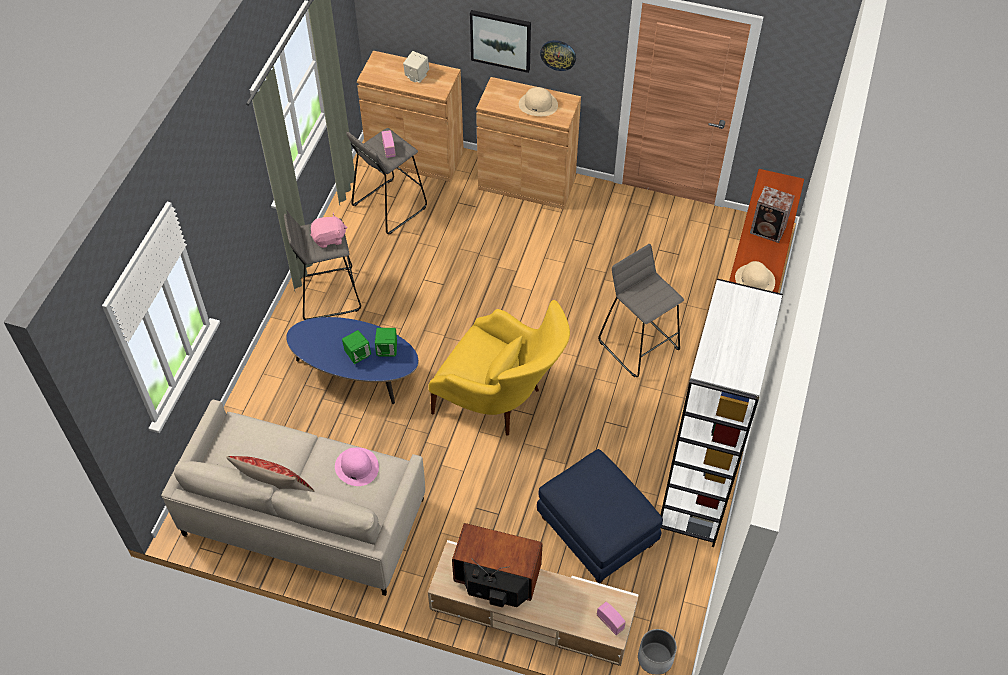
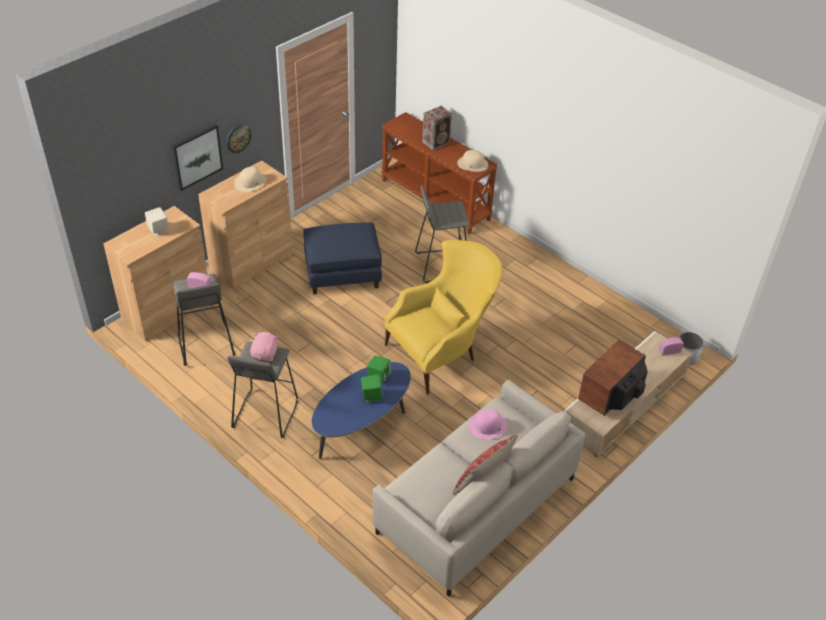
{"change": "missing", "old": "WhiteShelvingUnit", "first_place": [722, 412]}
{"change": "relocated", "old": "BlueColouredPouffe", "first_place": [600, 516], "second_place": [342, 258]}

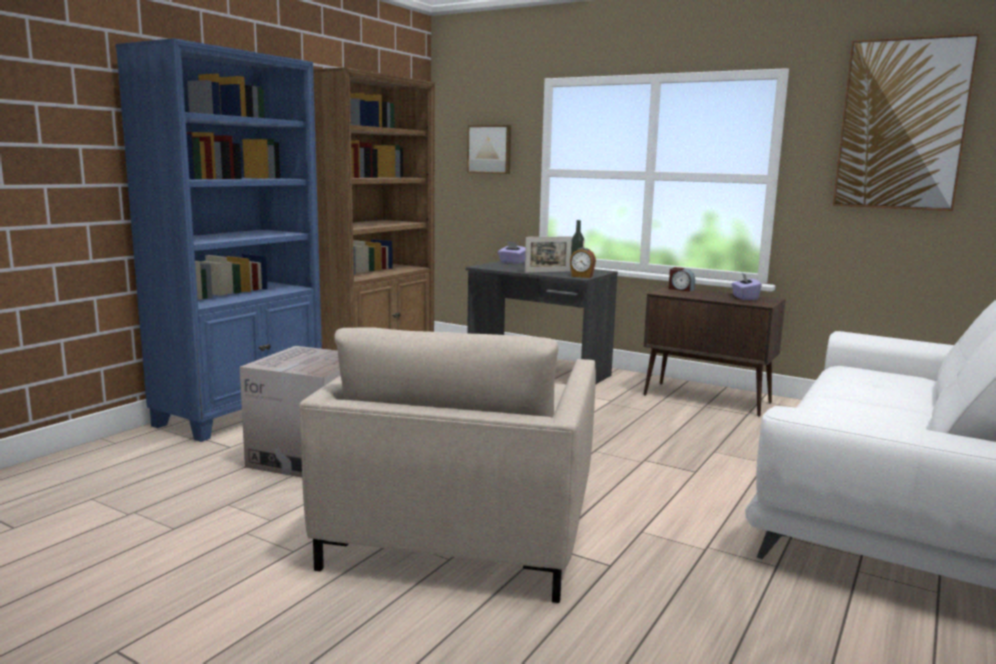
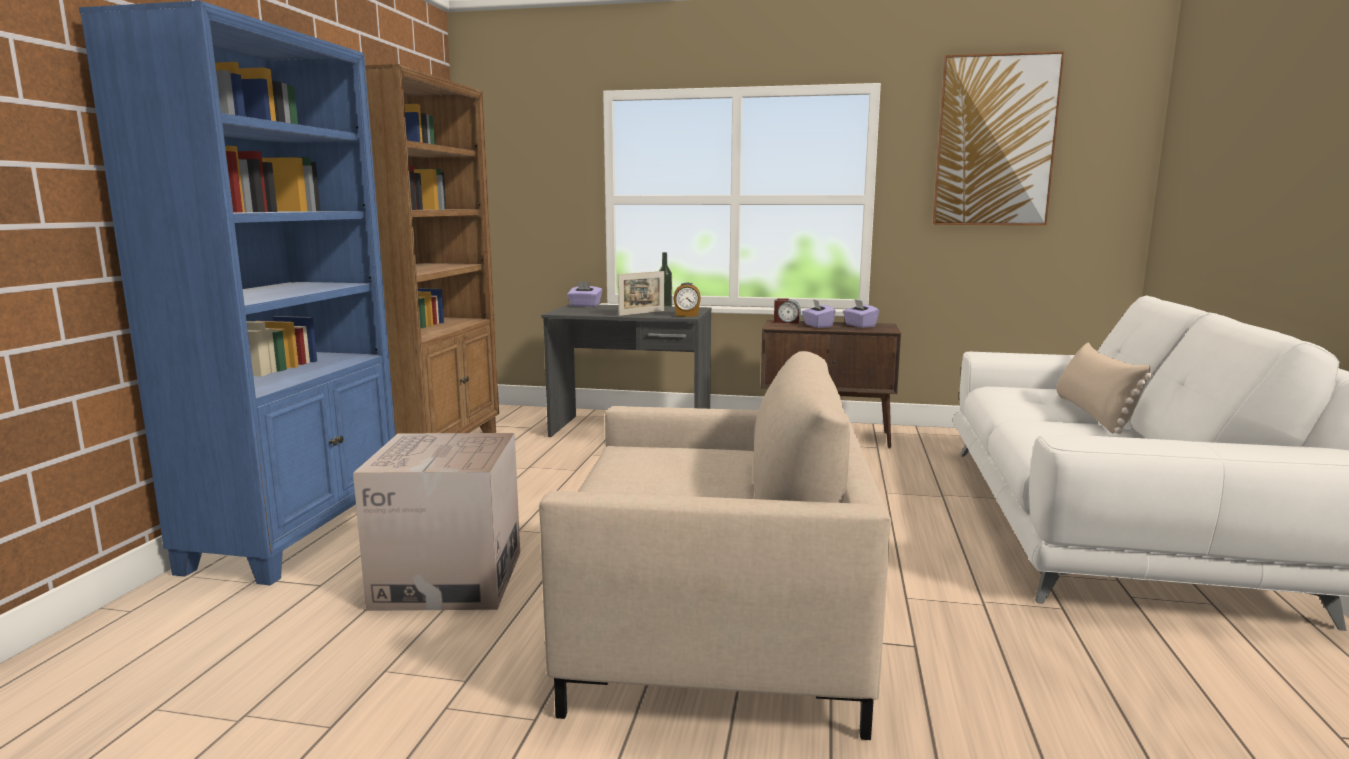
{"change": "missing", "old": "WallArt", "first_place": [489, 149]}
{"change": "appeared", "new": "PurpleColouredBoxOfTissues", "second_place": [819, 313]}
{"change": "appeared", "new": "BeigeCushion", "second_place": [1104, 388]}
{"change": "spun", "old": "BeigeArmchair", "first_place": [447, 465], "second_place": [715, 545], "degrees": -75}

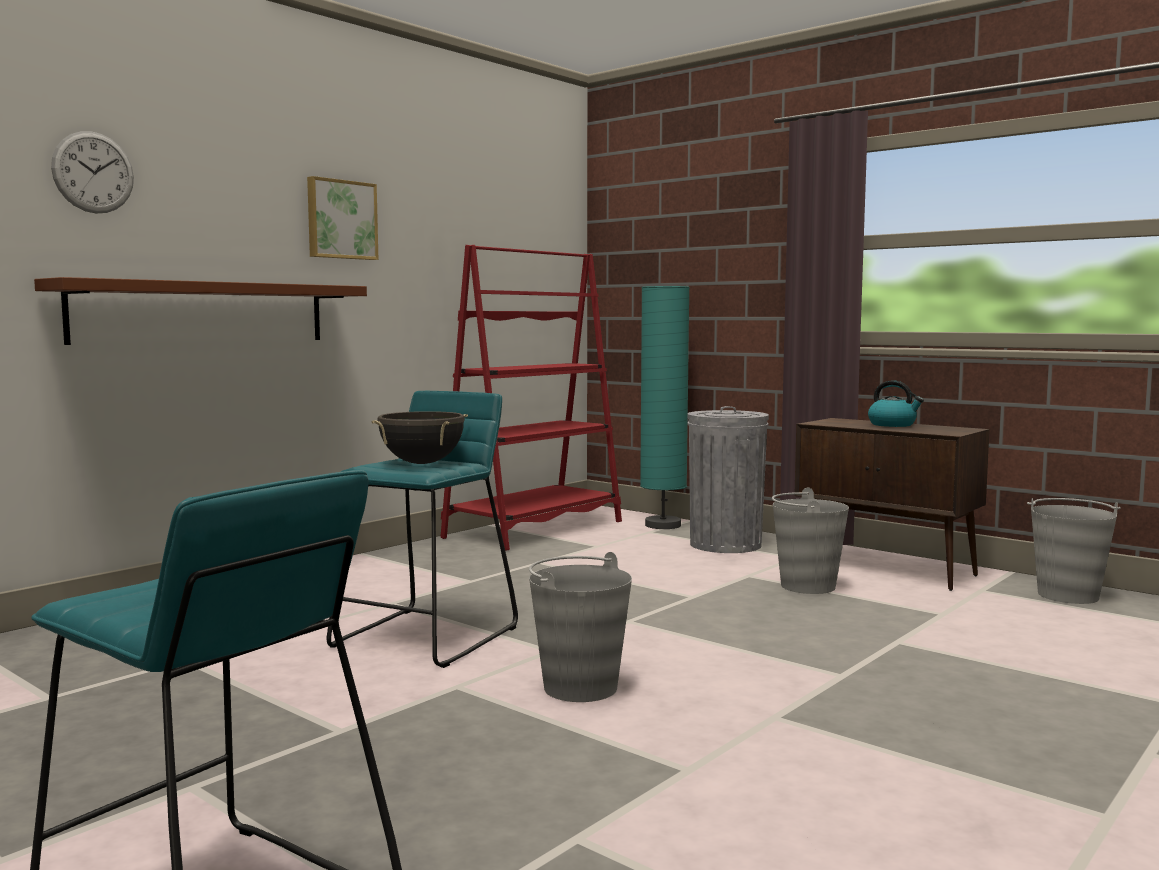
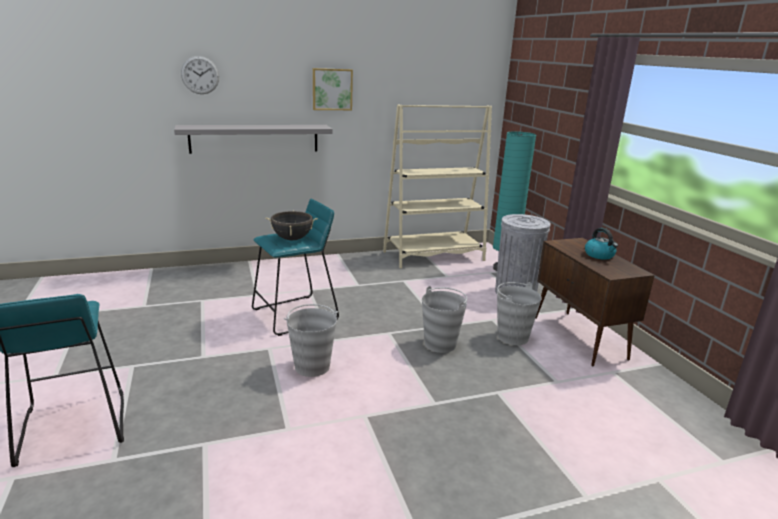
{"change": "relocated", "old": "GreyishPail", "first_place": [1074, 551], "second_place": [444, 319]}
{"change": "colour", "old": "BrownShelf", "new": "GreyishShelf", "first_place": [200, 311], "second_place": [253, 139]}
{"change": "colour", "old": "RedColouredShelvingUnit", "new": "BeigeShelvingUnit", "first_place": [531, 398], "second_place": [437, 186]}

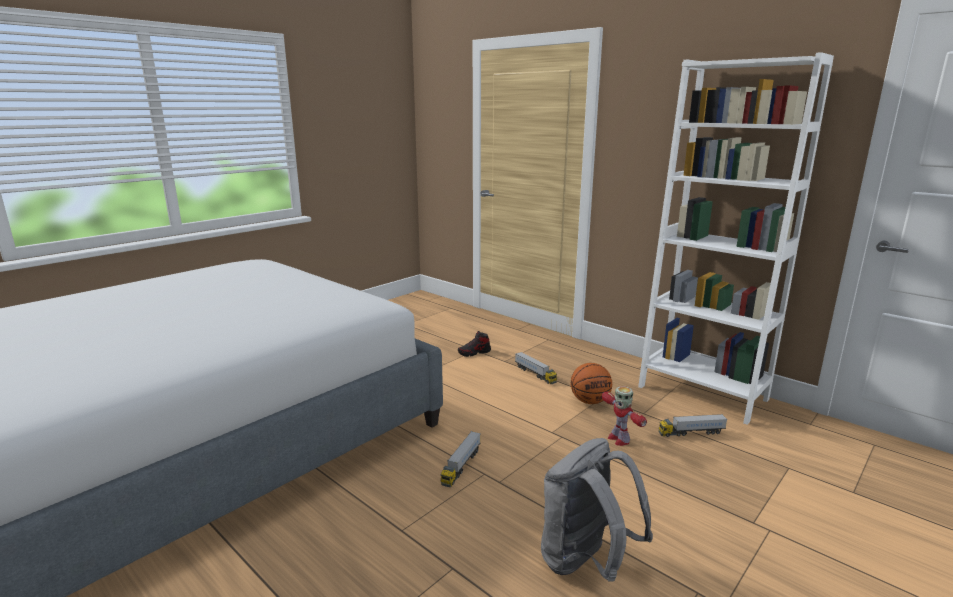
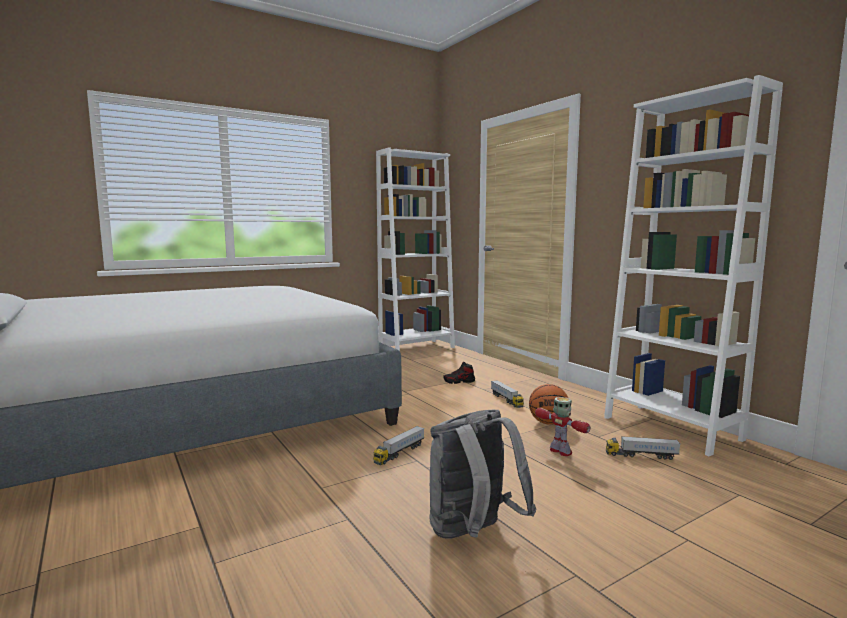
{"change": "appeared", "new": "WhiteShelvingUnit", "second_place": [415, 249]}
{"change": "spun", "old": "RobotFigure", "first_place": [624, 416], "second_place": [562, 426], "degrees": 150}

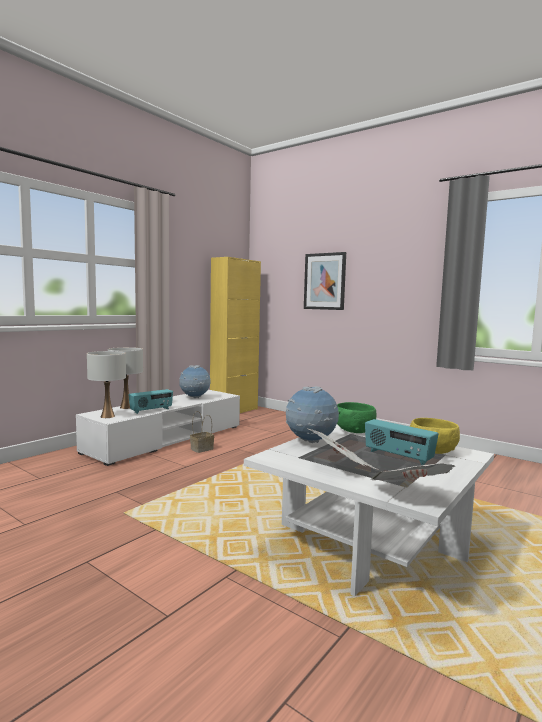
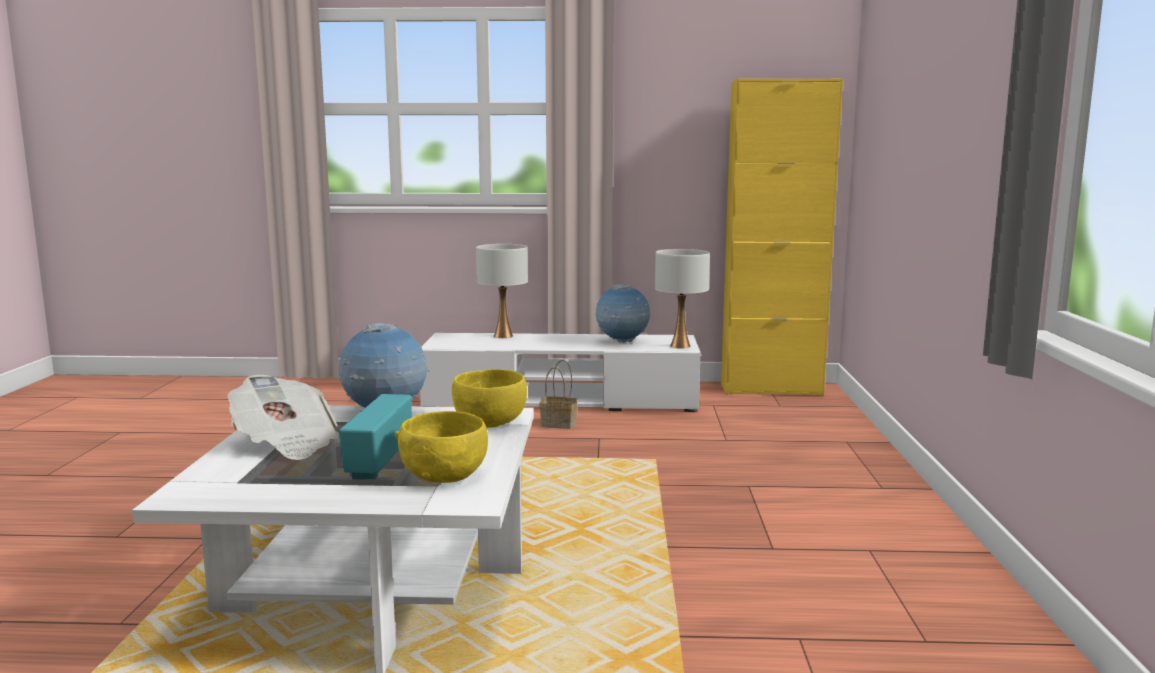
{"change": "missing", "old": "Radio", "first_place": [150, 401]}
{"change": "missing", "old": "WallArt", "first_place": [325, 281]}
{"change": "missing", "old": "Newspaper", "first_place": [413, 472]}
{"change": "relocated", "old": "WhiteTabletopLamp", "first_place": [106, 384], "second_place": [682, 299]}
{"change": "colour", "old": "GreenColouredBowl", "new": "YellowishBowl", "first_place": [356, 417], "second_place": [489, 398]}

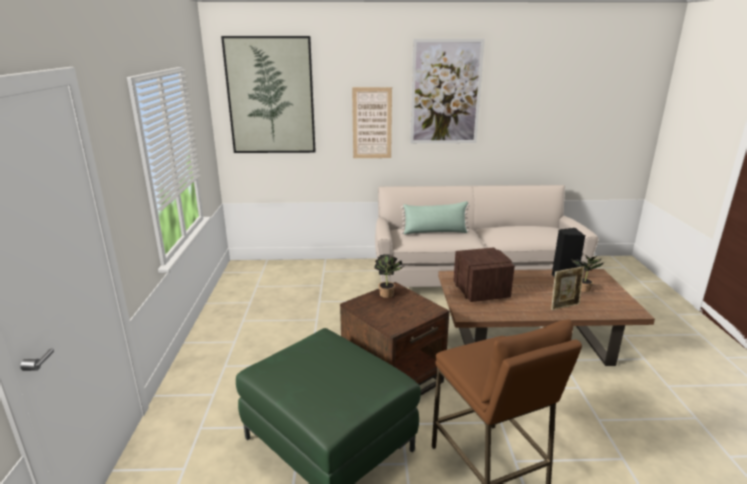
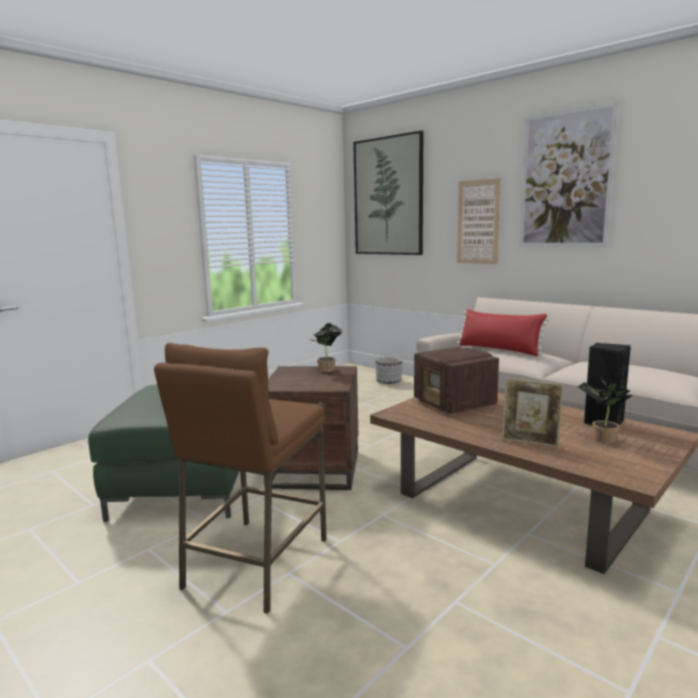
{"change": "appeared", "new": "PlantPot", "second_place": [388, 370]}
{"change": "colour", "old": "GreenColouredCushion", "new": "RedColouredCushion", "first_place": [435, 218], "second_place": [503, 332]}
{"change": "spun", "old": "Radio", "first_place": [484, 274], "second_place": [456, 380], "degrees": 120}

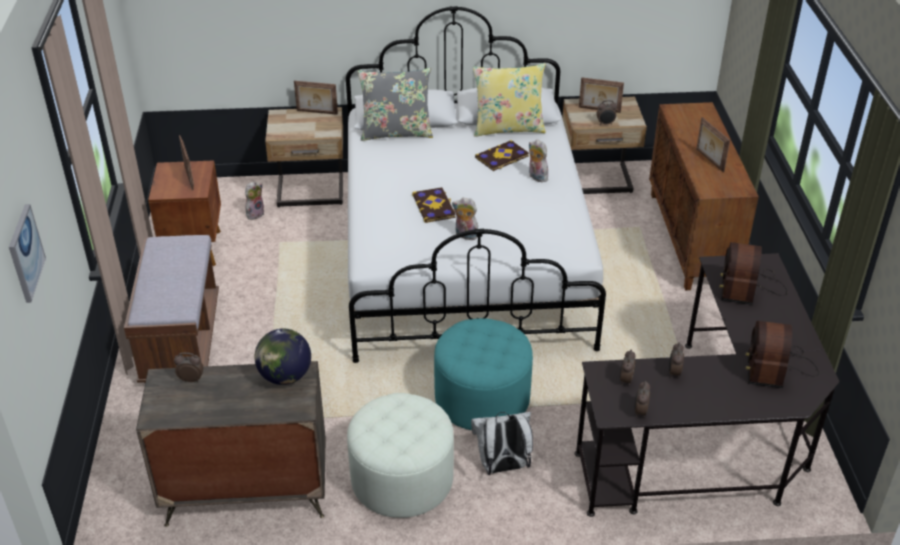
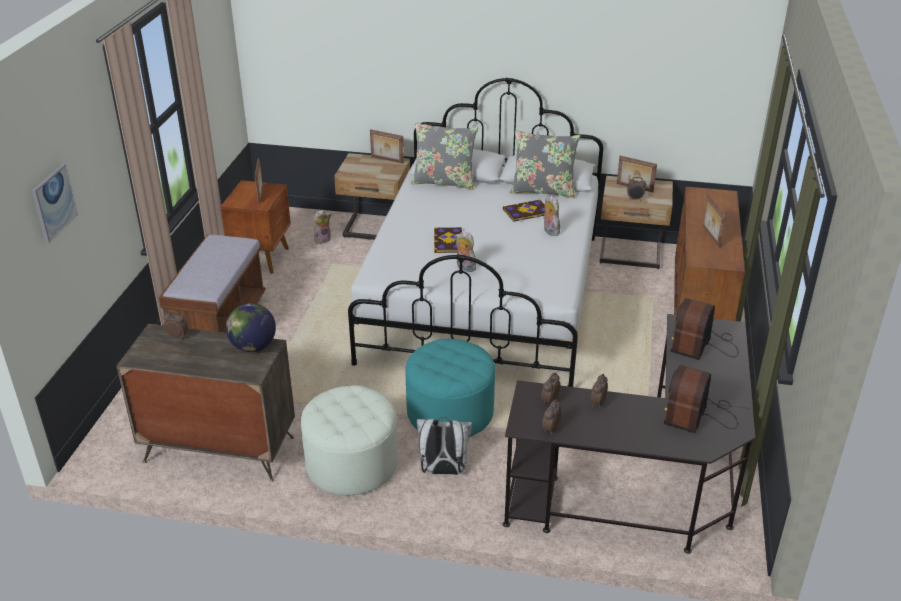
{"change": "colour", "old": "YellowishCushion", "new": "GreyishCushion", "first_place": [509, 100], "second_place": [545, 164]}

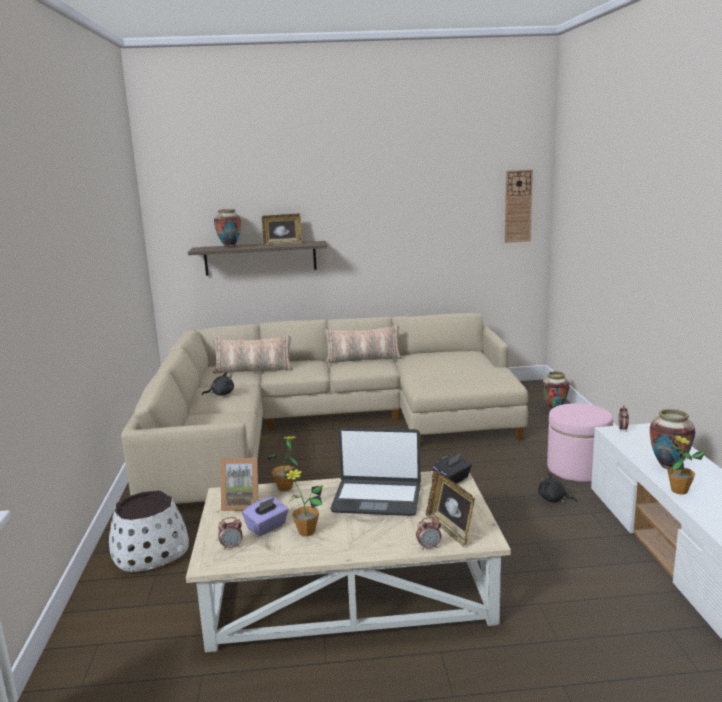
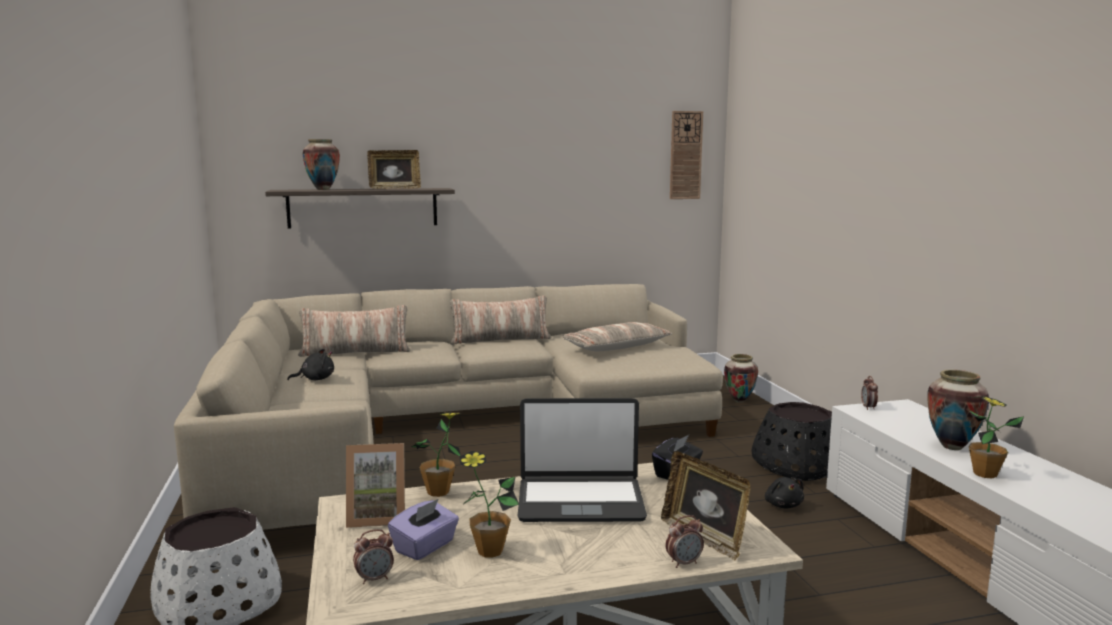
{"change": "appeared", "new": "Cushion", "second_place": [617, 336]}
{"change": "exchanged", "old": "PinkishPouffe", "new": "BlackColouredPlantPot", "first_place": [580, 442], "second_place": [791, 441]}
{"change": "spun", "old": "BlackColouredPlushToy", "first_place": [557, 487], "second_place": [784, 493], "degrees": -120}

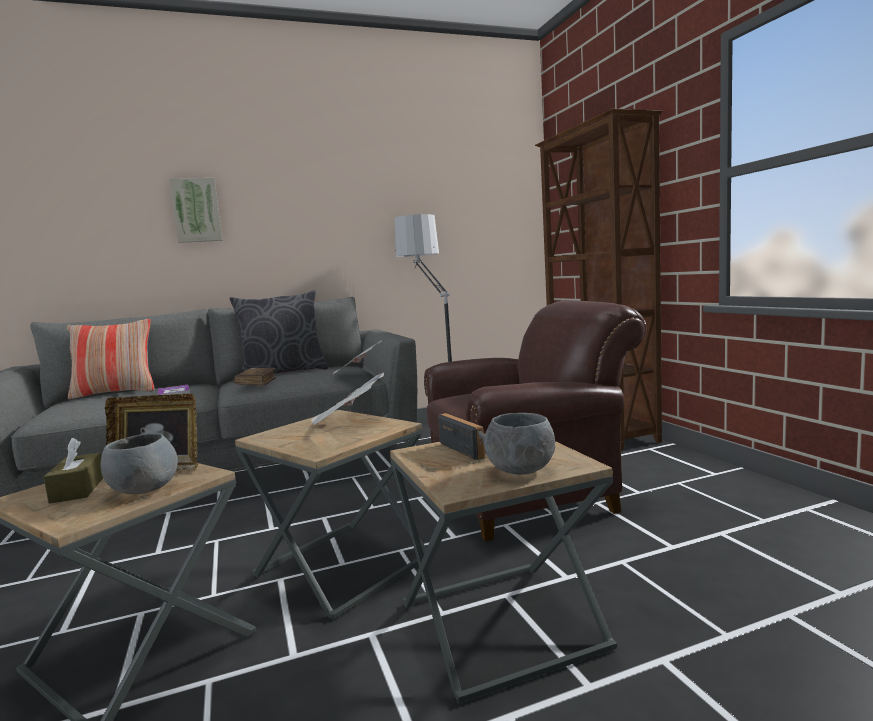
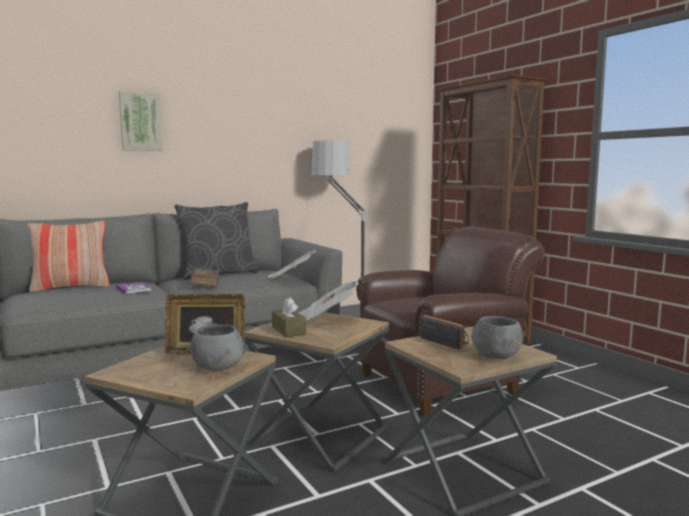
{"change": "relocated", "old": "BrownBoxOfTissues", "first_place": [73, 471], "second_place": [289, 317]}

